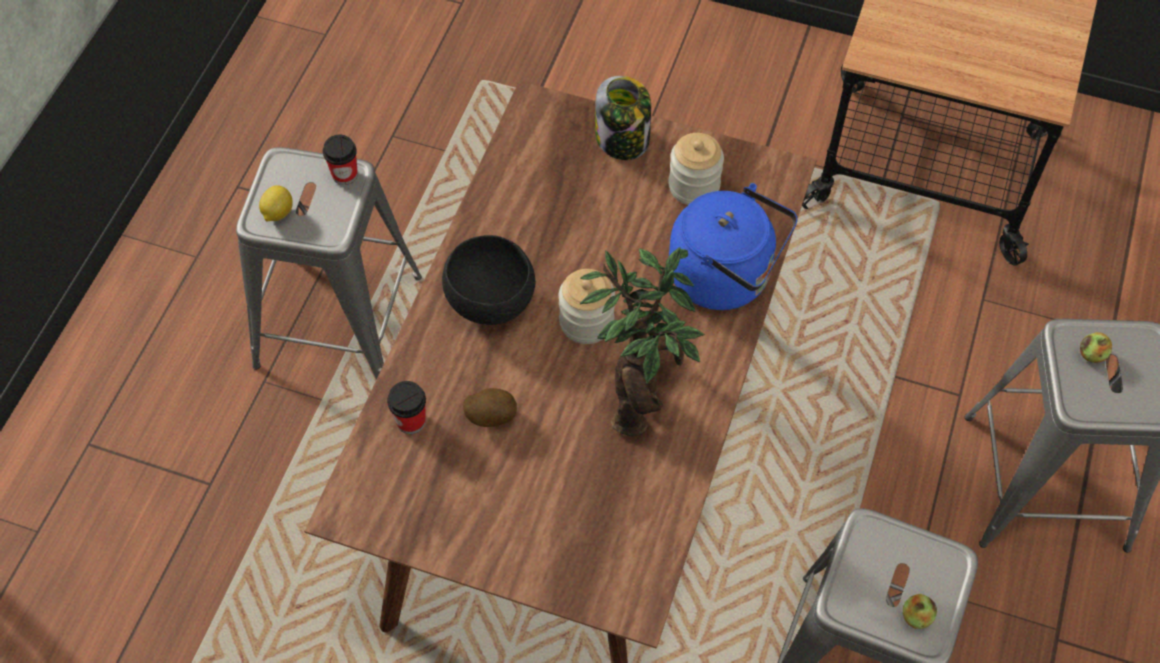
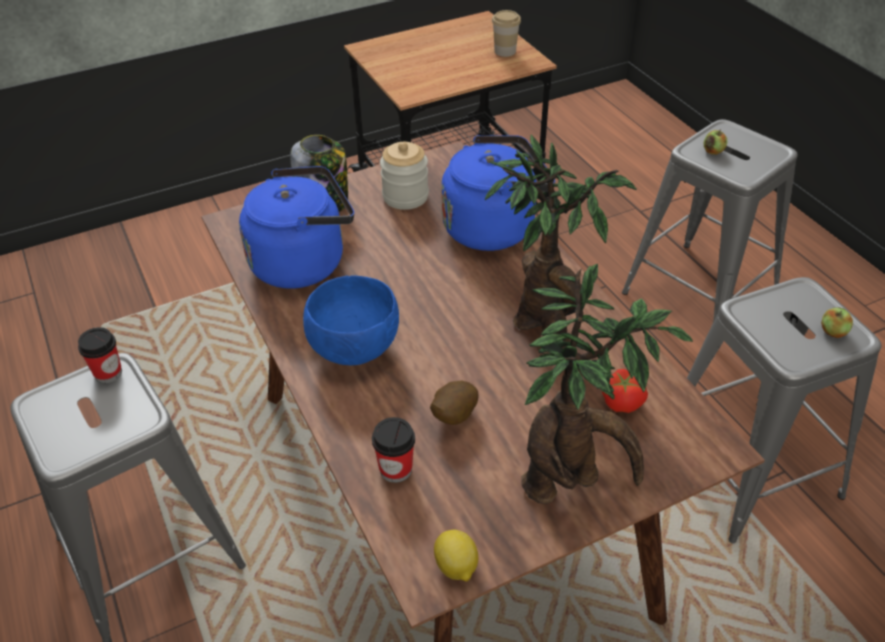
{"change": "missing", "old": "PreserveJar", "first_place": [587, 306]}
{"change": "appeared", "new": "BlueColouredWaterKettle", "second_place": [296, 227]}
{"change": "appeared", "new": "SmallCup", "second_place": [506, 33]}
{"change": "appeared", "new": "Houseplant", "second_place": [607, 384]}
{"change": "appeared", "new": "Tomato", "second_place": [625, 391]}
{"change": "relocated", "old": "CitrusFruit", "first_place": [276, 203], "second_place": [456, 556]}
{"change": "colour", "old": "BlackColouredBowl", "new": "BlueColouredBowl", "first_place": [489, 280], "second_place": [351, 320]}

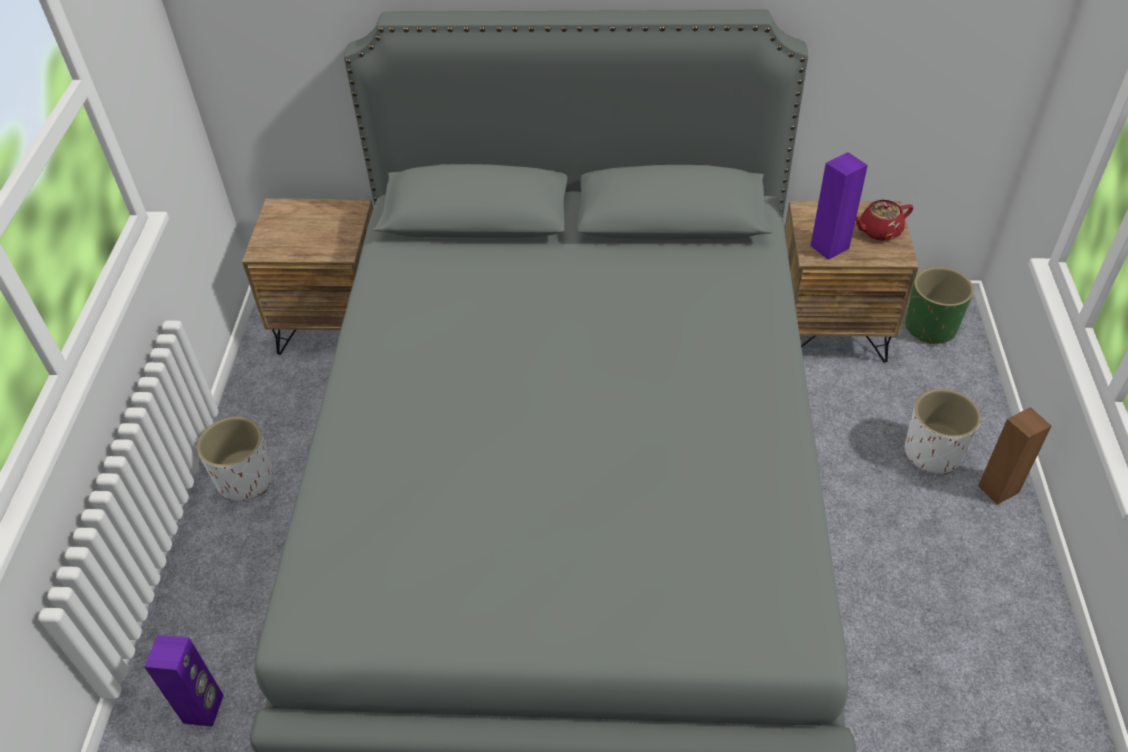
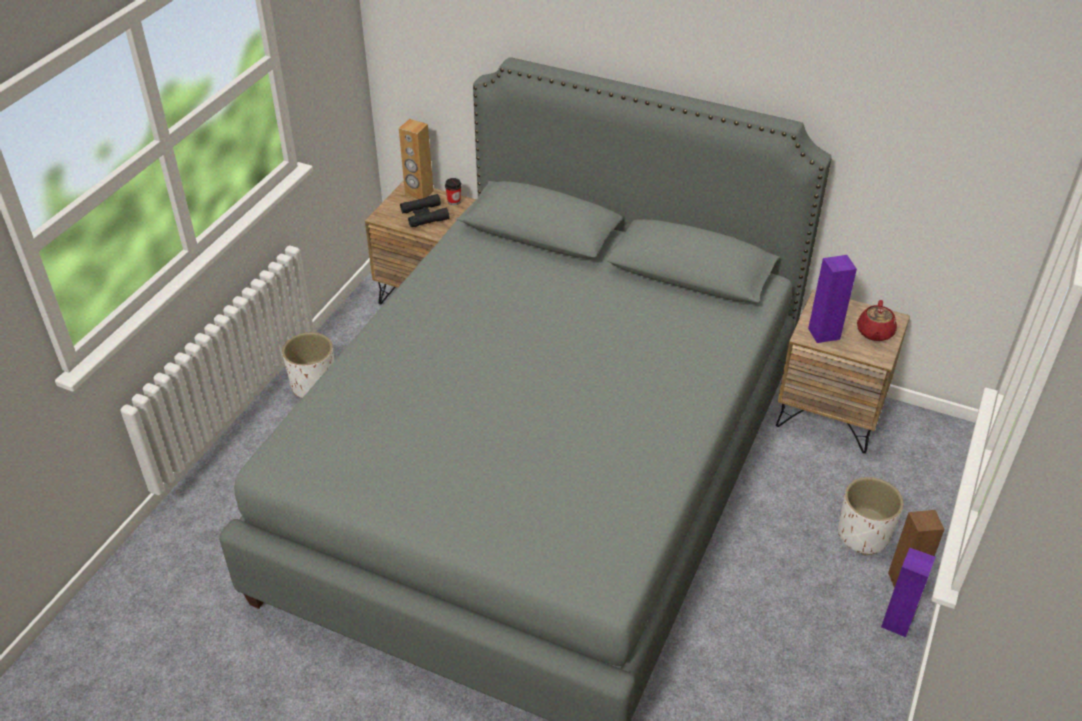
{"change": "missing", "old": "GreenColouredPlantPot", "first_place": [939, 305]}
{"change": "appeared", "new": "BrownSpeaker", "second_place": [416, 159]}
{"change": "appeared", "new": "BlackColouredFieldGlasses", "second_place": [425, 210]}
{"change": "appeared", "new": "SmallCup", "second_place": [453, 191]}
{"change": "relocated", "old": "PurpleColouredSpeaker", "first_place": [184, 681], "second_place": [908, 592]}
{"change": "spun", "old": "RedColouredTeaPot", "first_place": [884, 220], "second_place": [877, 320], "degrees": -75}

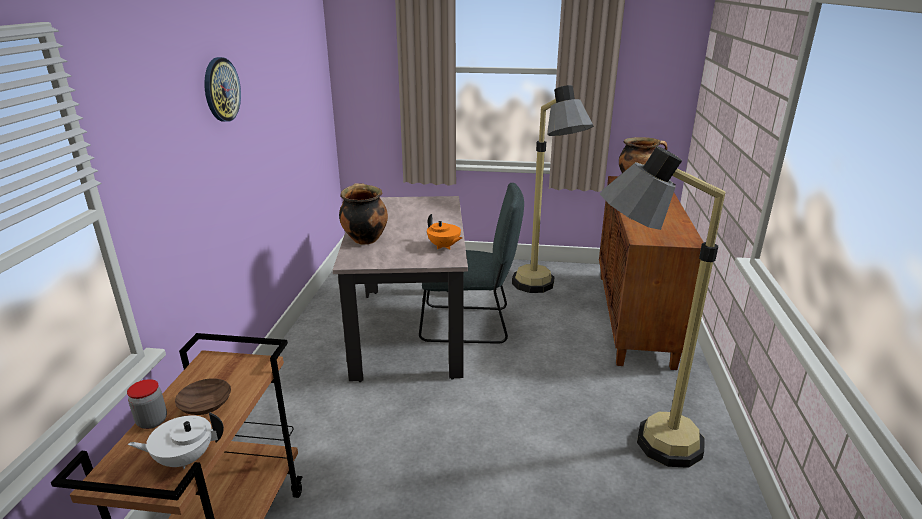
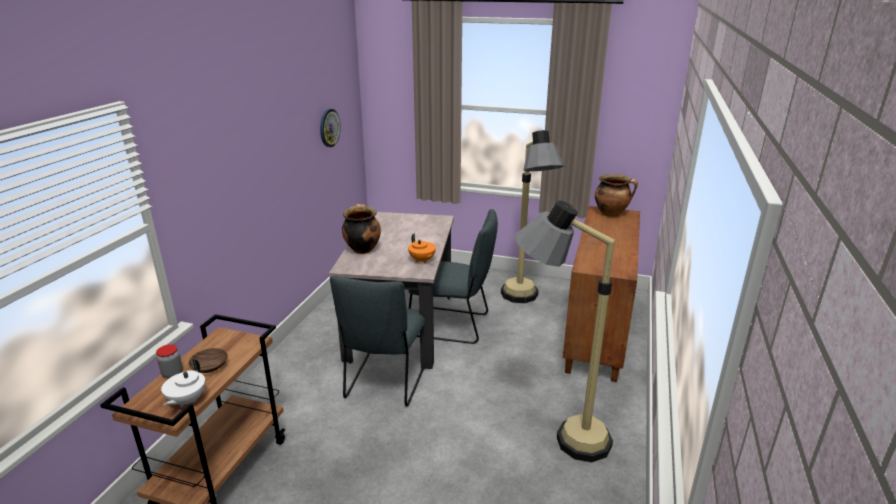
{"change": "appeared", "new": "GreyishUprightChair", "second_place": [377, 341]}
{"change": "relocated", "old": "ClockOnTheWall", "first_place": [222, 89], "second_place": [330, 128]}
{"change": "spun", "old": "WhiteTeaPot", "first_place": [176, 440], "second_place": [183, 383], "degrees": -75}

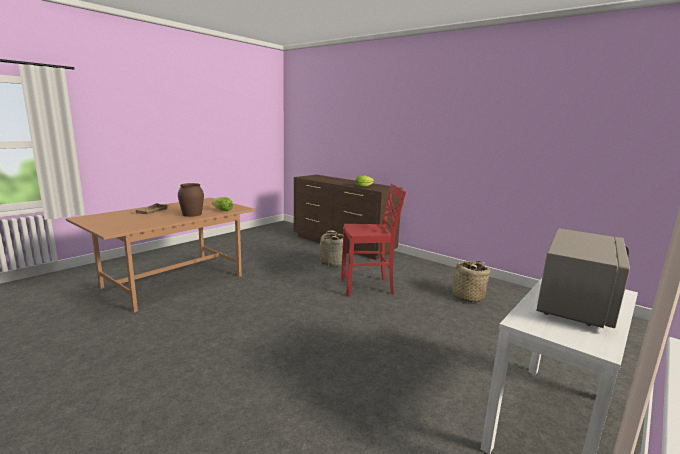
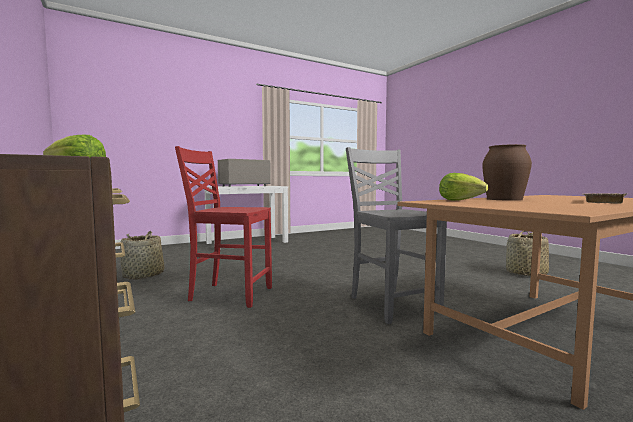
{"change": "appeared", "new": "GreyishUprightChair", "second_place": [396, 235]}
{"change": "relocated", "old": "HouseholdBasket", "first_place": [331, 249], "second_place": [527, 254]}

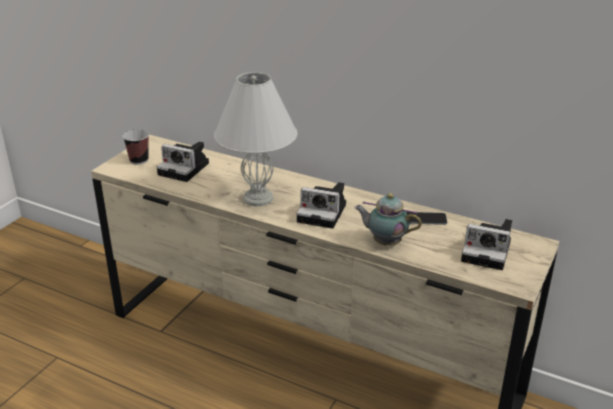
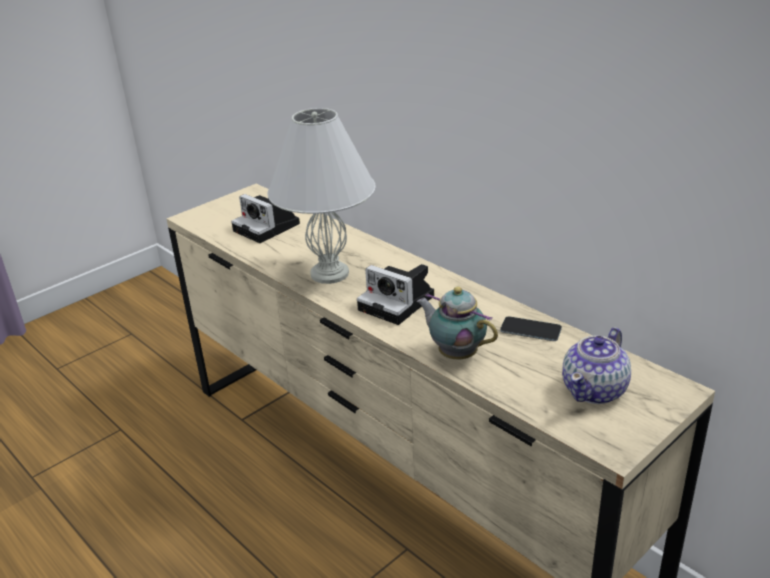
{"change": "missing", "old": "SmallCup", "first_place": [136, 147]}
{"change": "exchanged", "old": "StillCamera", "new": "TeaPot", "first_place": [486, 244], "second_place": [596, 365]}

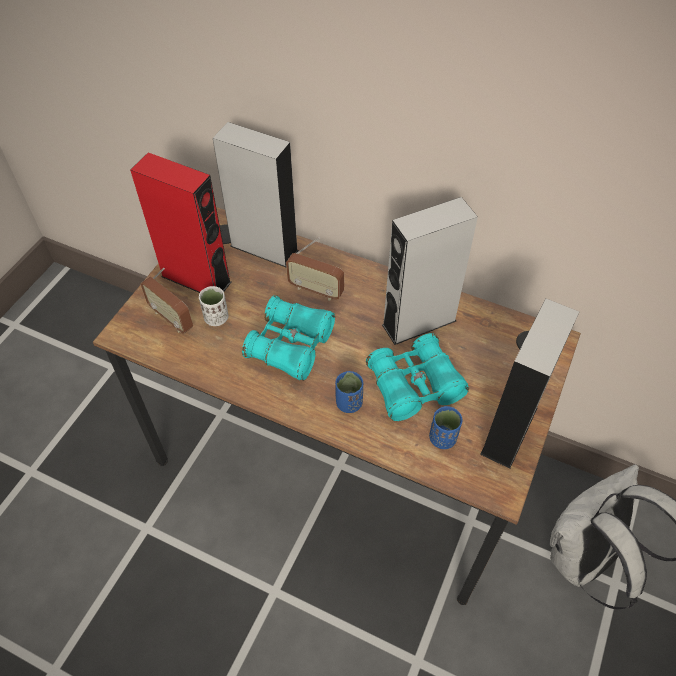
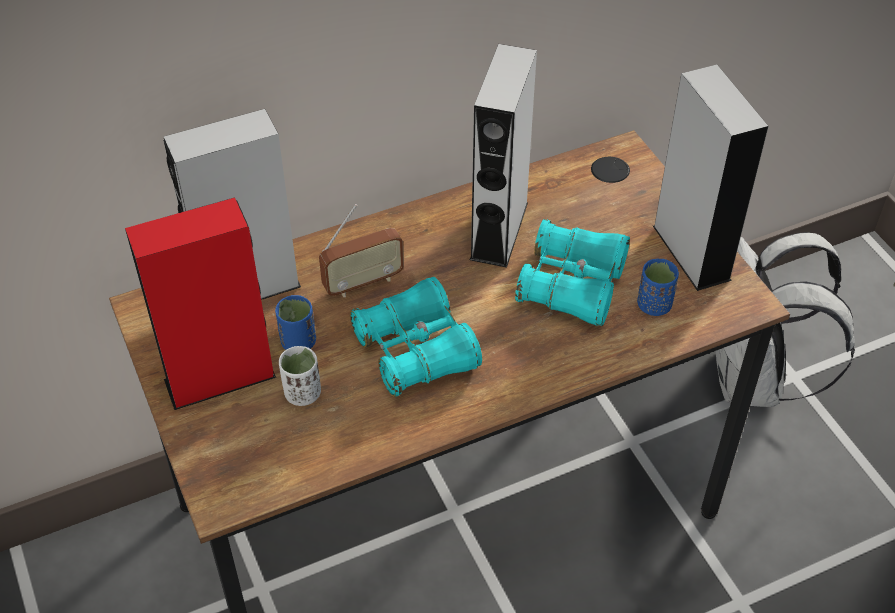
{"change": "missing", "old": "Radio", "first_place": [166, 301]}
{"change": "relocated", "old": "BlueColouredSmallCup", "first_place": [349, 392], "second_place": [295, 322]}

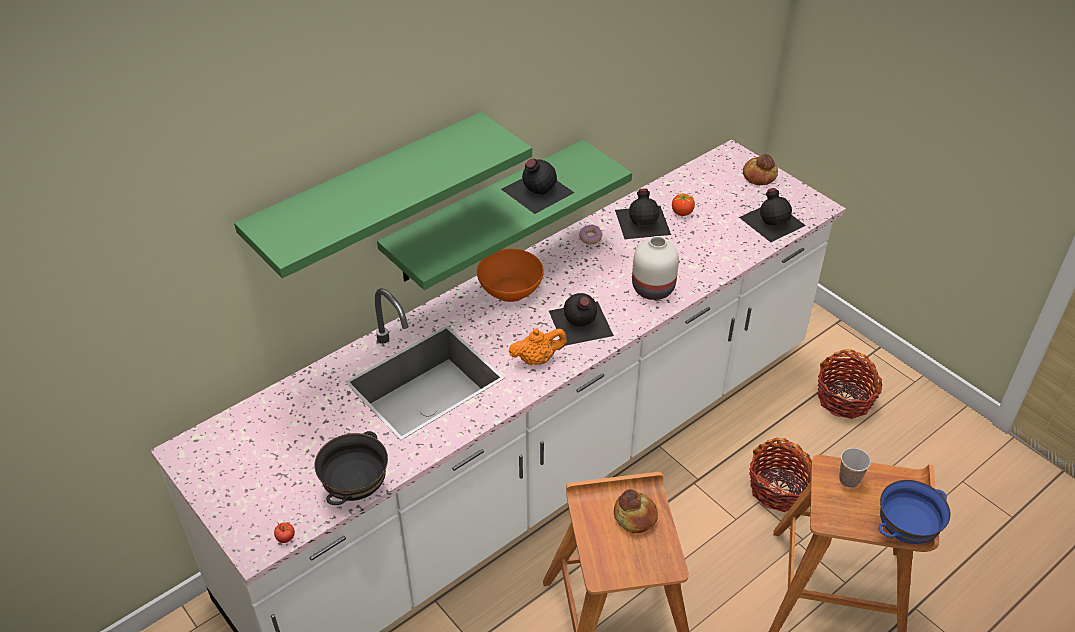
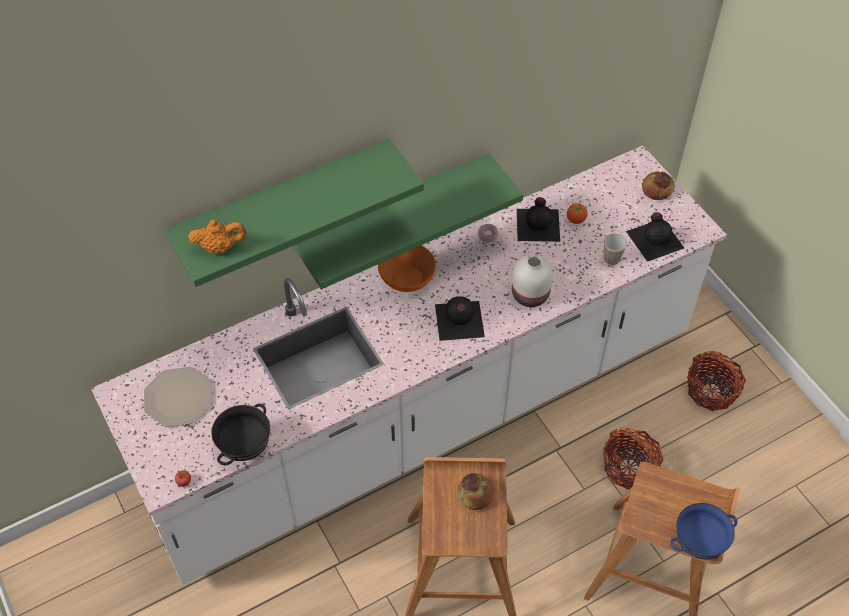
{"change": "missing", "old": "BlackColouredBeverageBottle", "first_place": [537, 186]}
{"change": "appeared", "new": "DinnerPlate", "second_place": [178, 397]}
{"change": "relocated", "old": "OrangeyTeaPot", "first_place": [537, 346], "second_place": [217, 237]}
{"change": "relocated", "old": "SmallCup", "first_place": [855, 468], "second_place": [615, 249]}

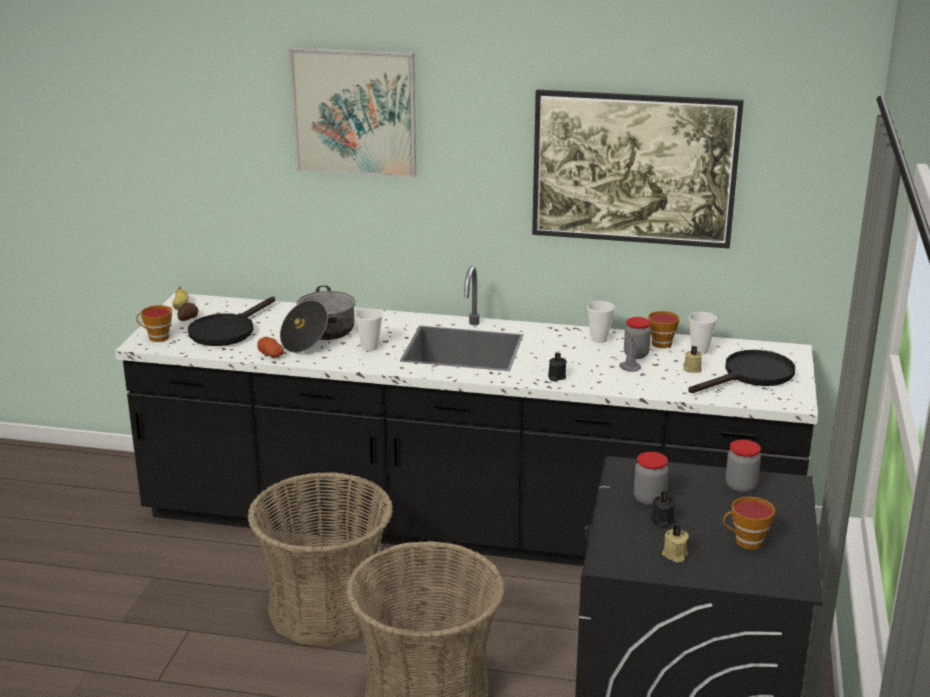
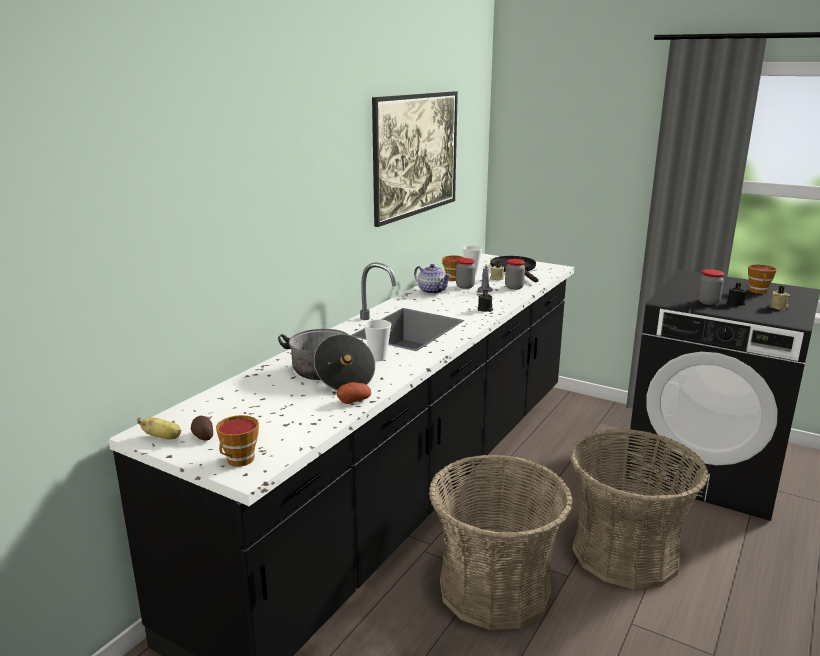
{"change": "missing", "old": "BlackColouredSkillet", "first_place": [231, 321]}
{"change": "missing", "old": "WallArt", "first_place": [352, 112]}
{"change": "relocated", "old": "PreserveJar", "first_place": [743, 466], "second_place": [515, 274]}
{"change": "exchanged", "old": "SmallCup", "new": "TeaPot", "first_place": [601, 322], "second_place": [432, 279]}

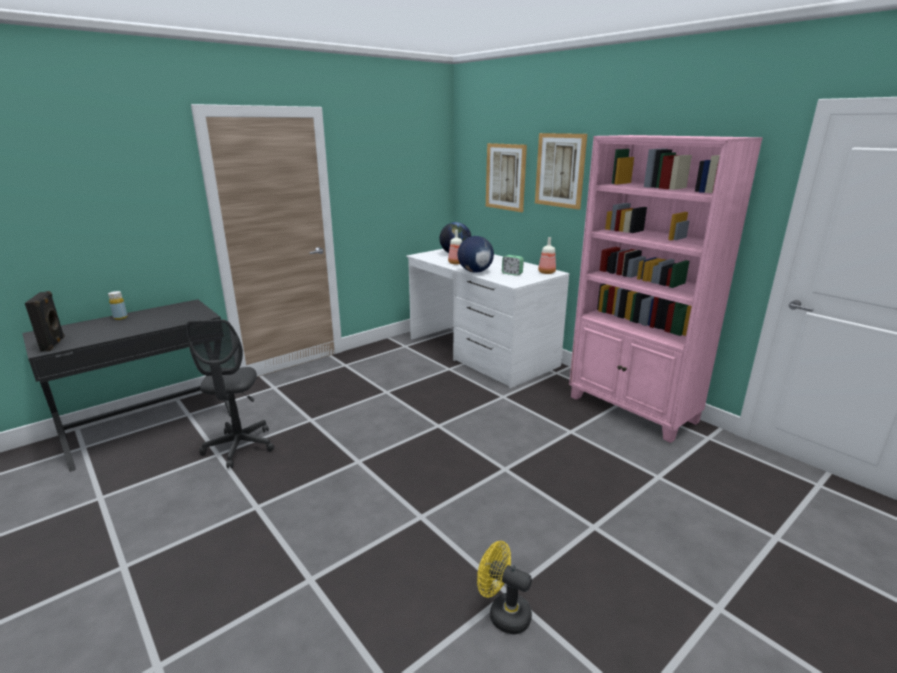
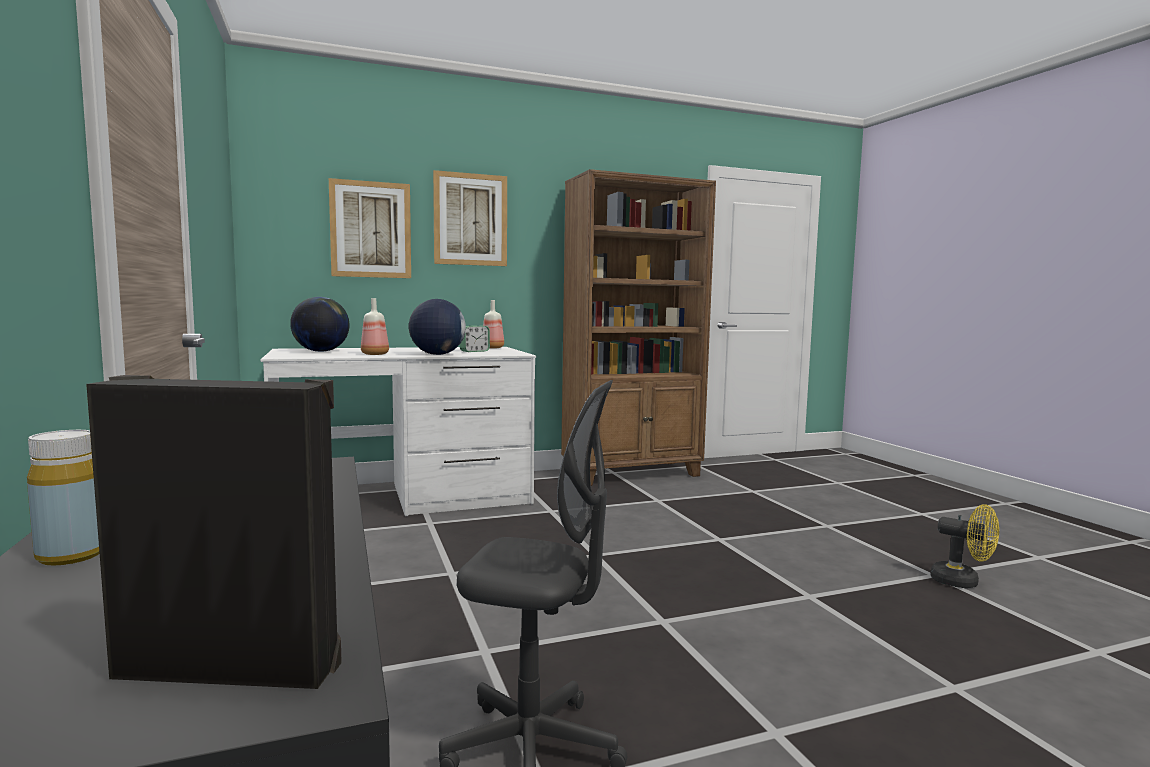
{"change": "colour", "old": "PinkishShelvingUnit", "new": "BrownShelvingUnit", "first_place": [666, 289], "second_place": [638, 327]}
{"change": "spun", "old": "YellowishElectricFan", "first_place": [504, 588], "second_place": [964, 546], "degrees": -105}

